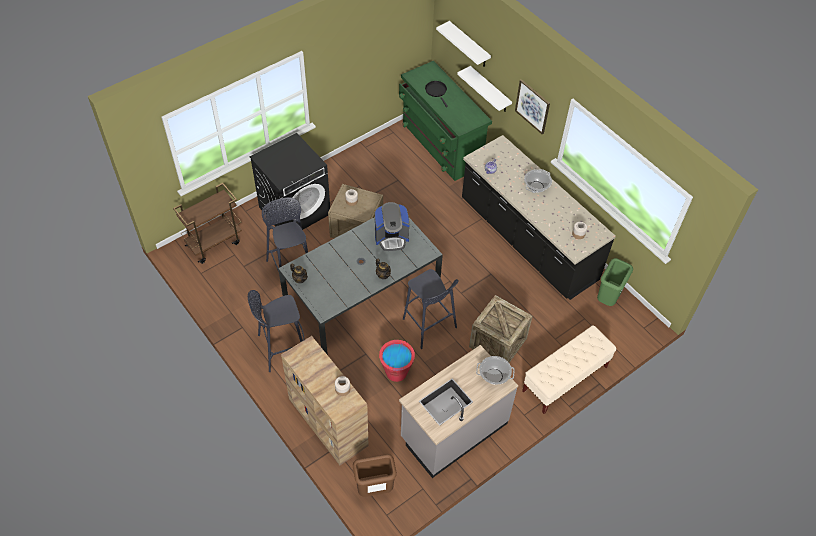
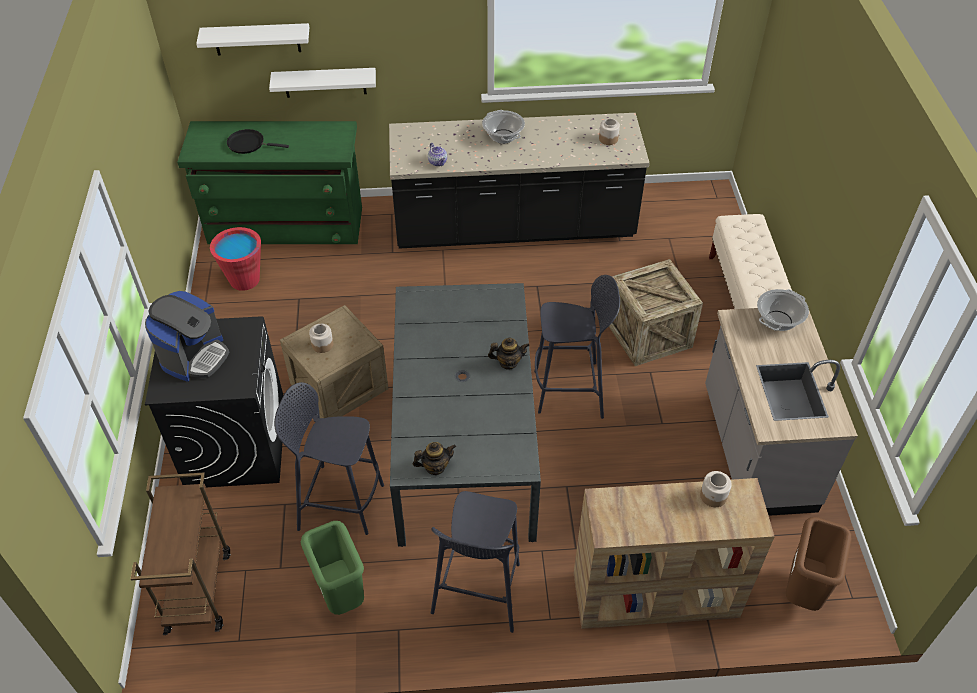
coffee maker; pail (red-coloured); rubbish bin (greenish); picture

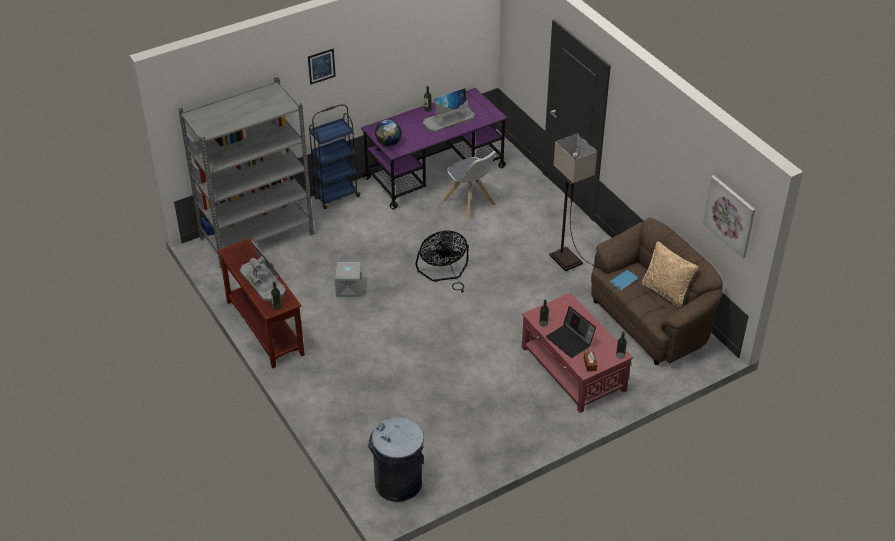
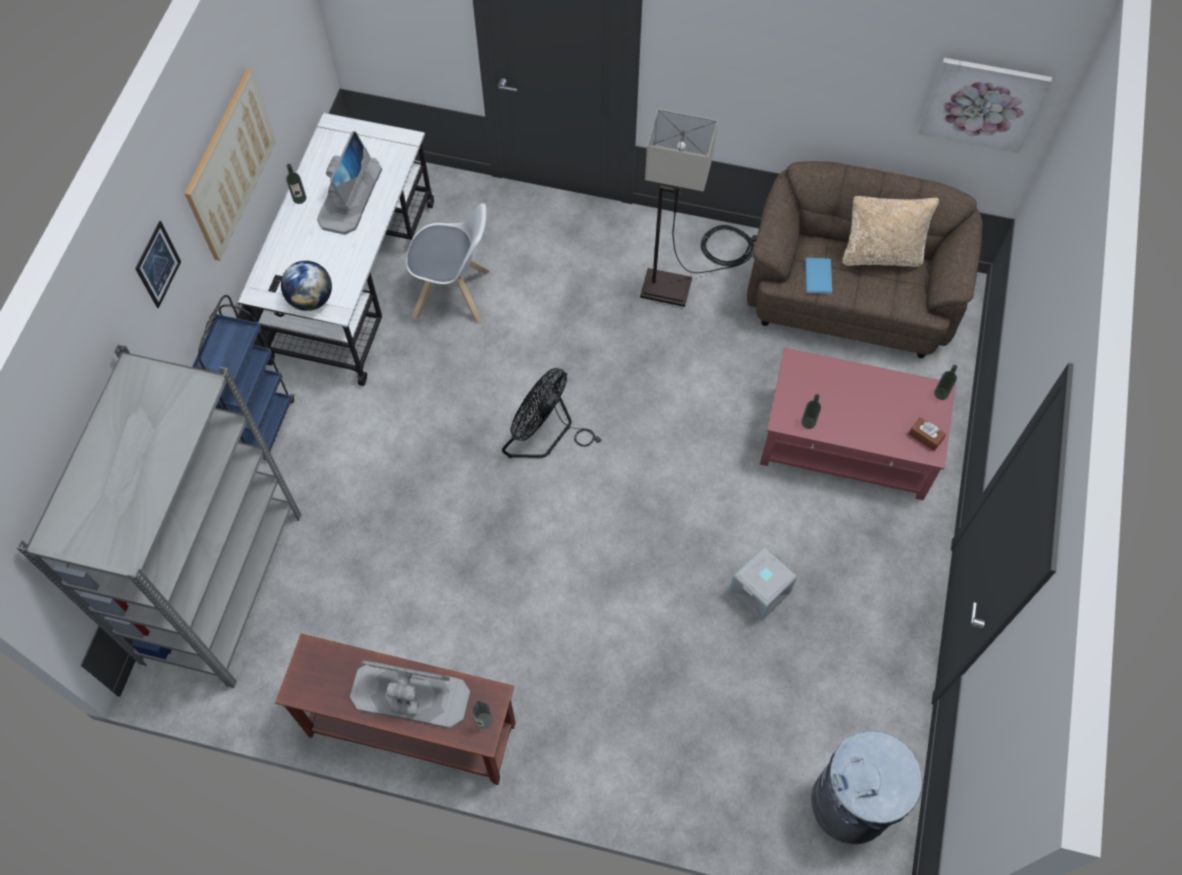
picture (no. 2 from left); desk unit (white); storage box (greyish); portable computer

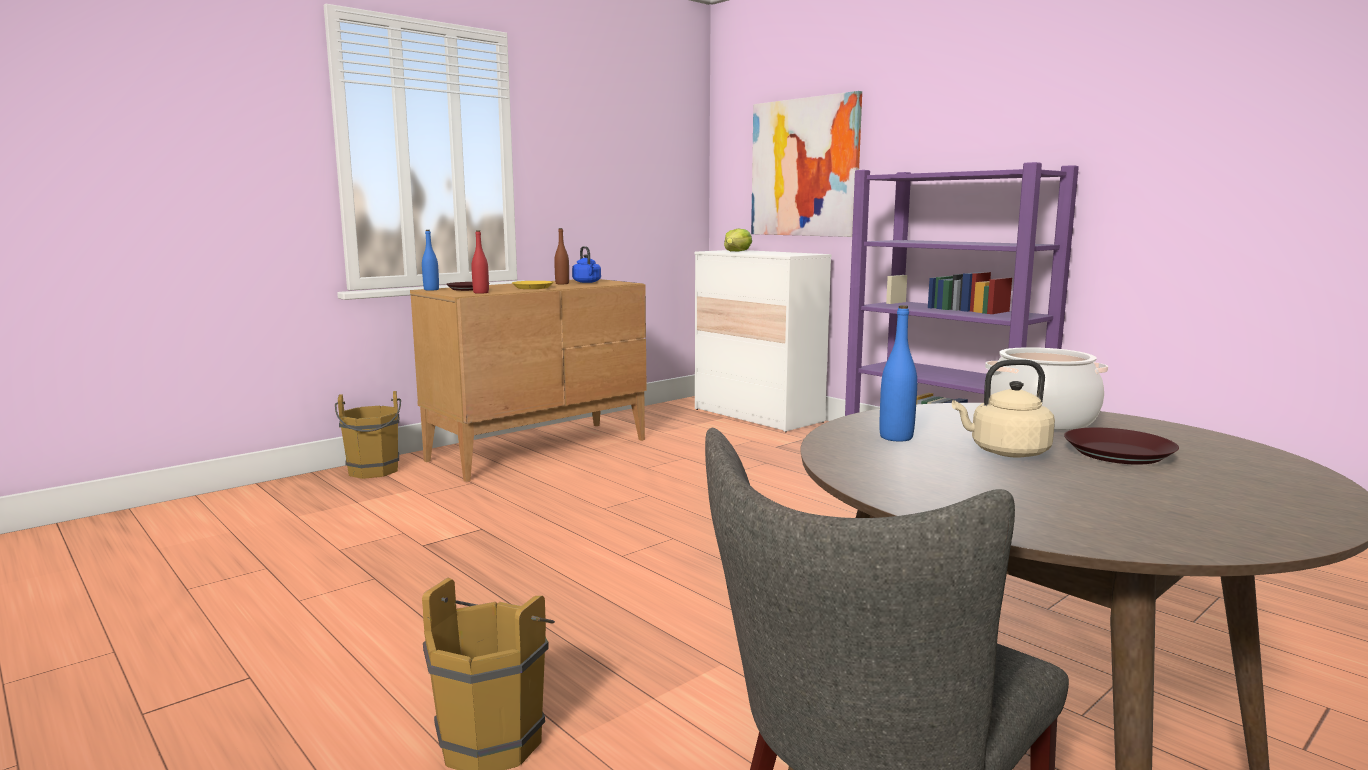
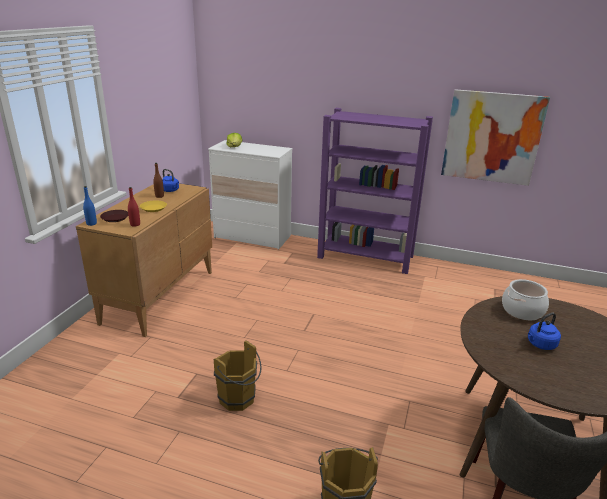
pail (brown) (no. 1 from left); picture; water kettle (blue) (no. 2 from left); bottle (blue) (no. 2 from left in the first image); dinner plate (brown) (no. 2 from left in the first image)

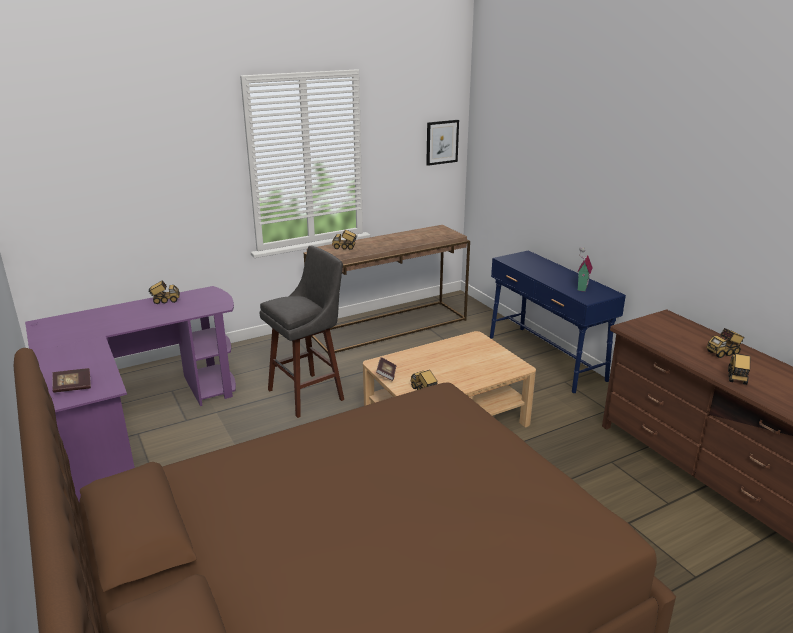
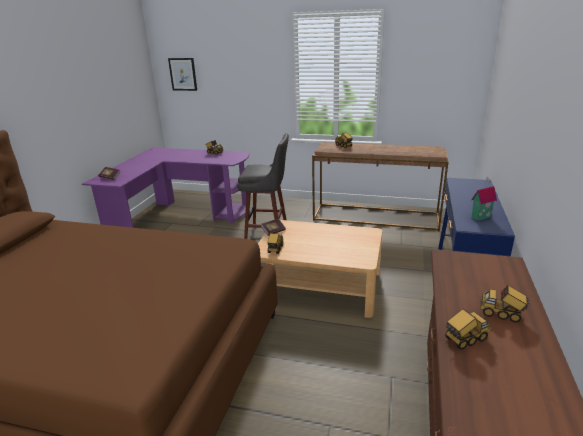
picture

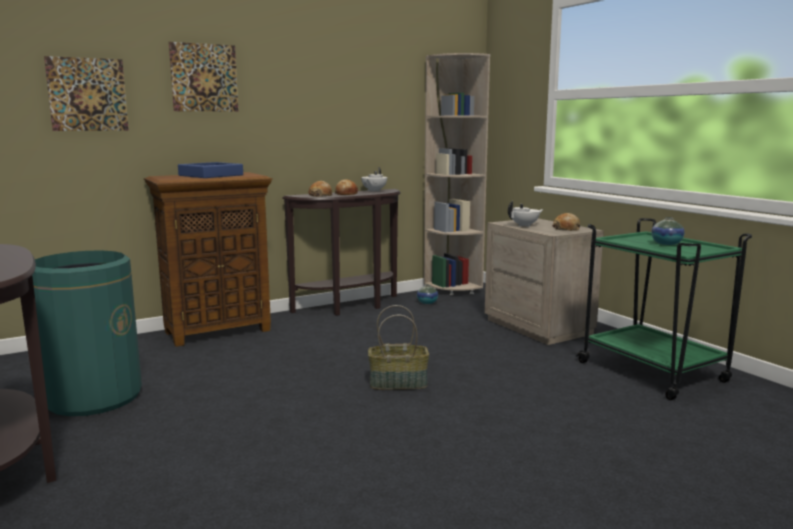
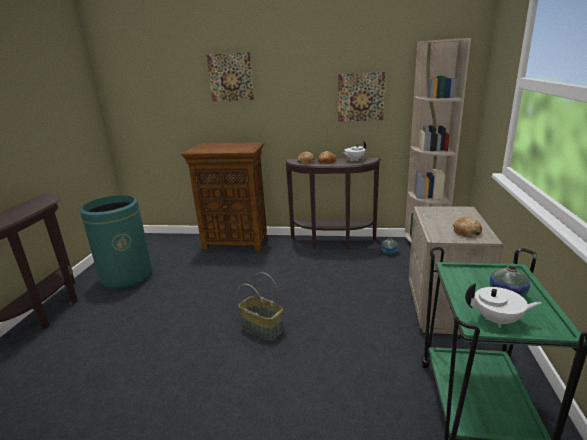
picture (no. 2 from left); tea pot (white) (no. 2 from left); tray (blue)

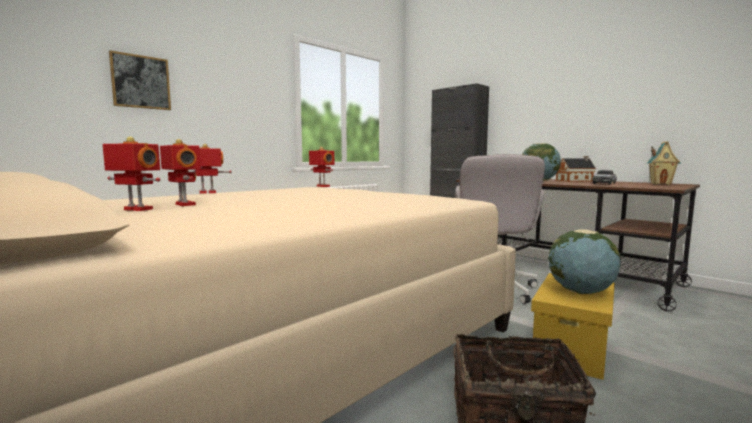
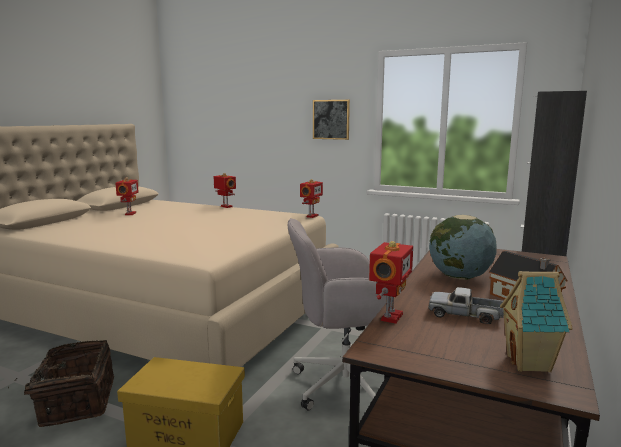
picture; toy robot (no. 4 from left); world globe (no. 2 from left in the first image)

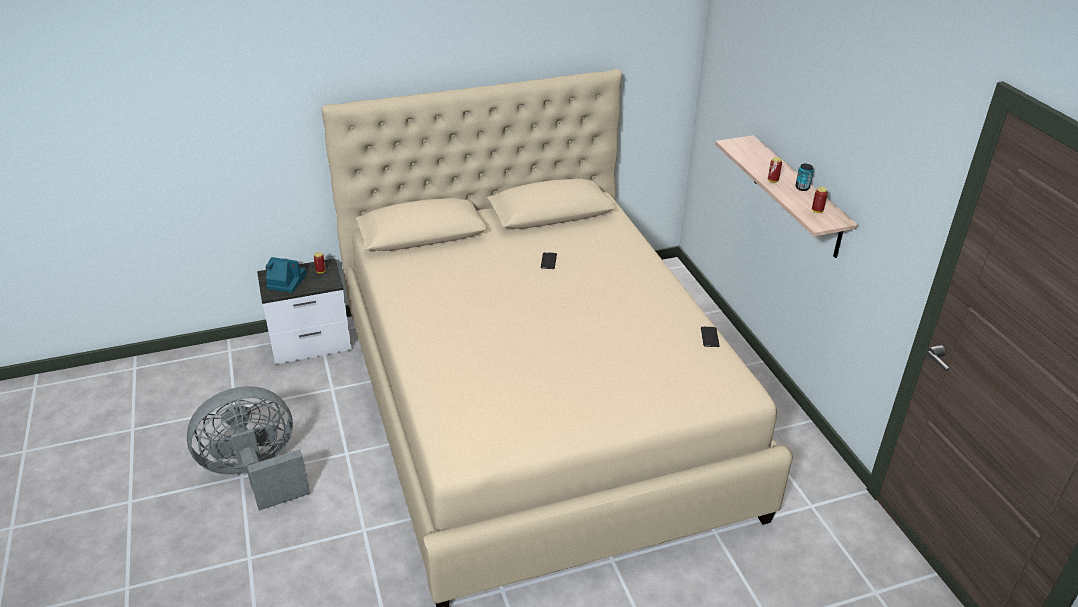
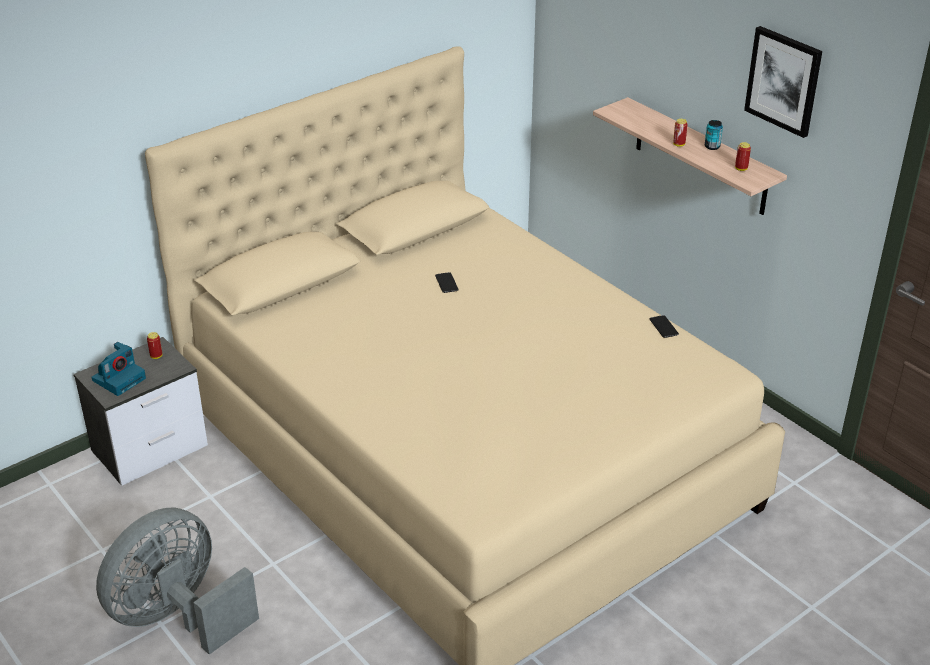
still camera; picture

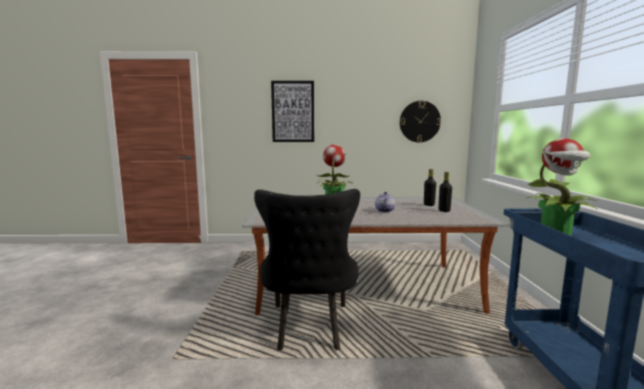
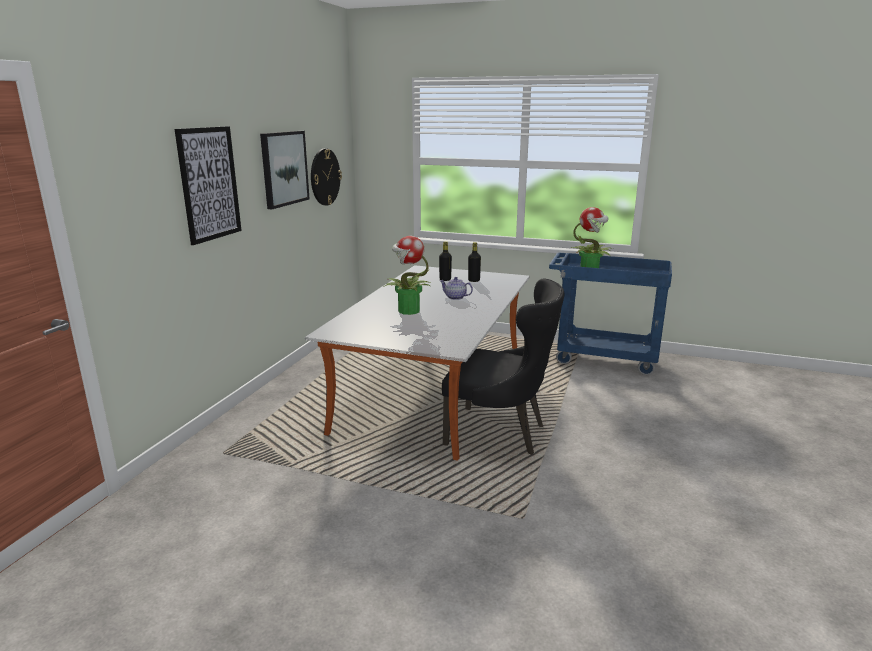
picture (no. 2 from left)

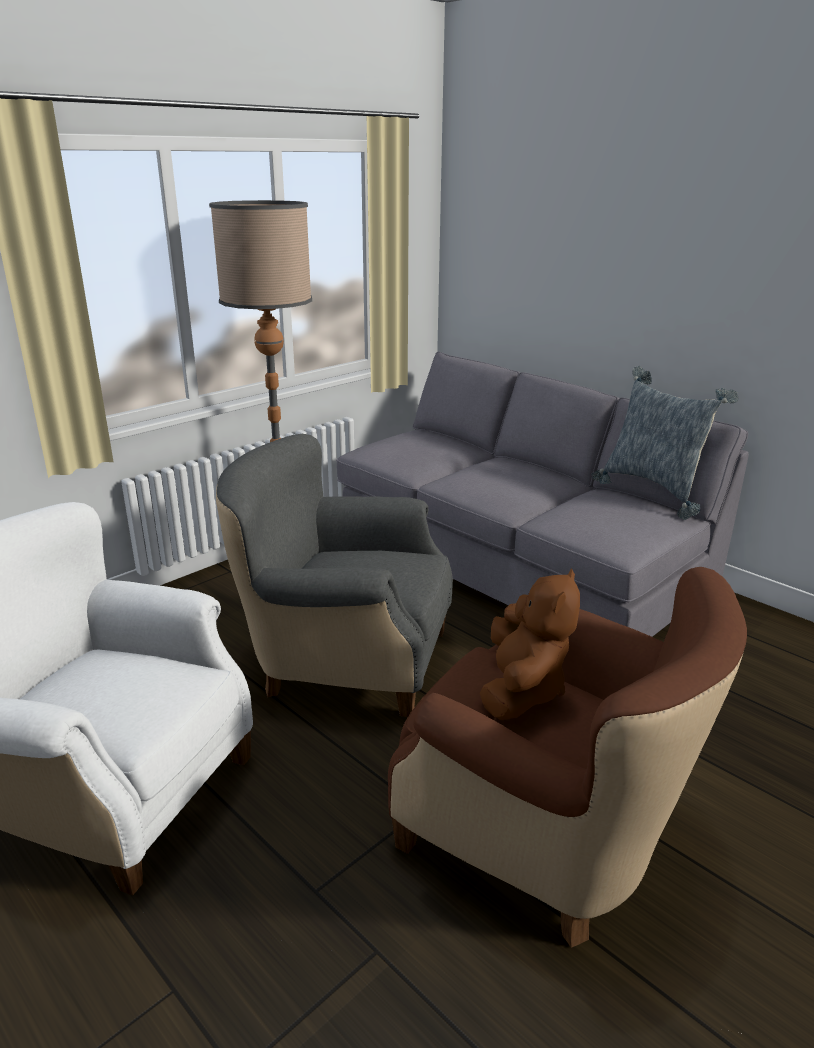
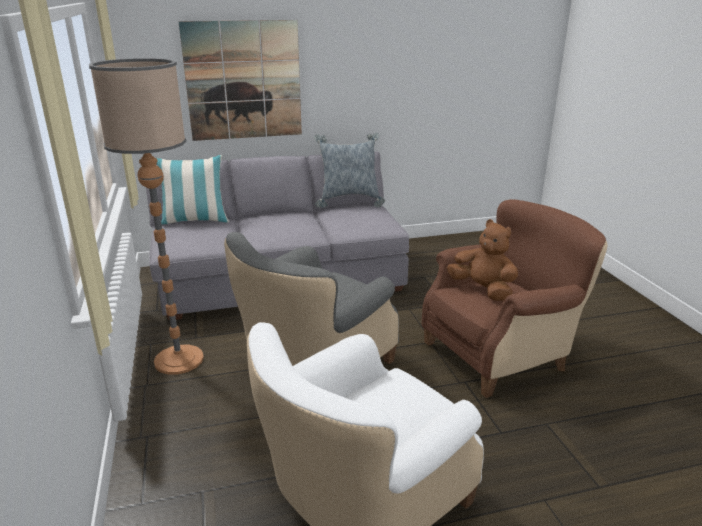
throw pillow (no. 1 from left); picture

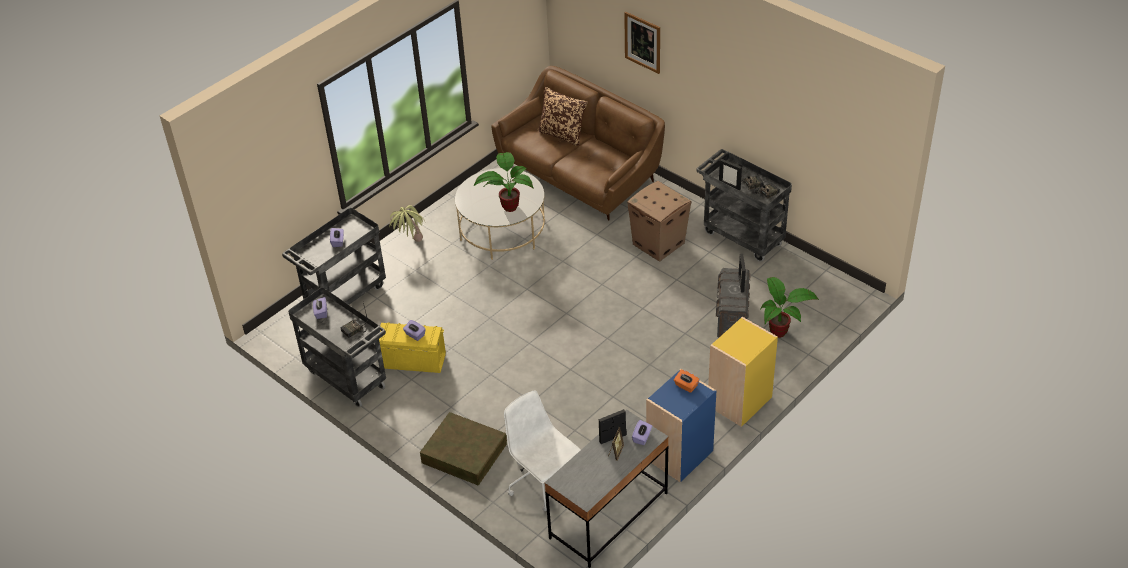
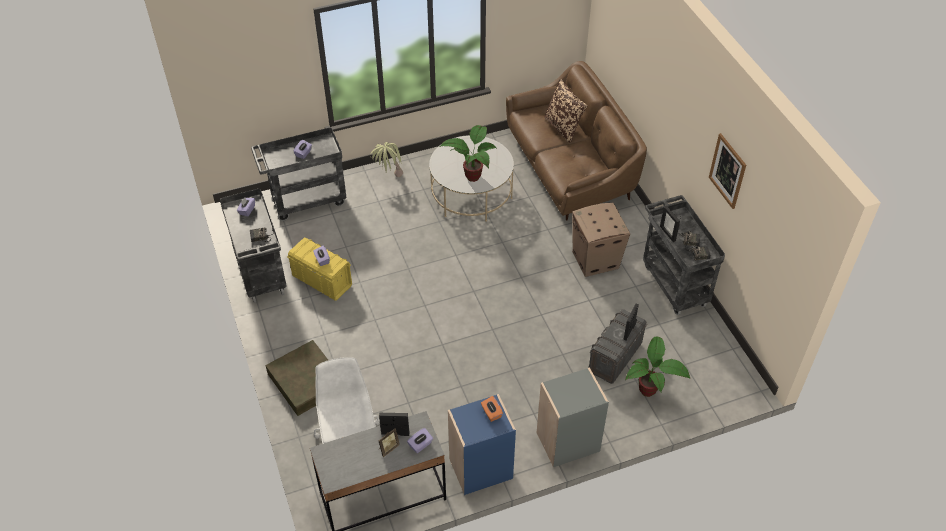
bookshelf (greyish); picture

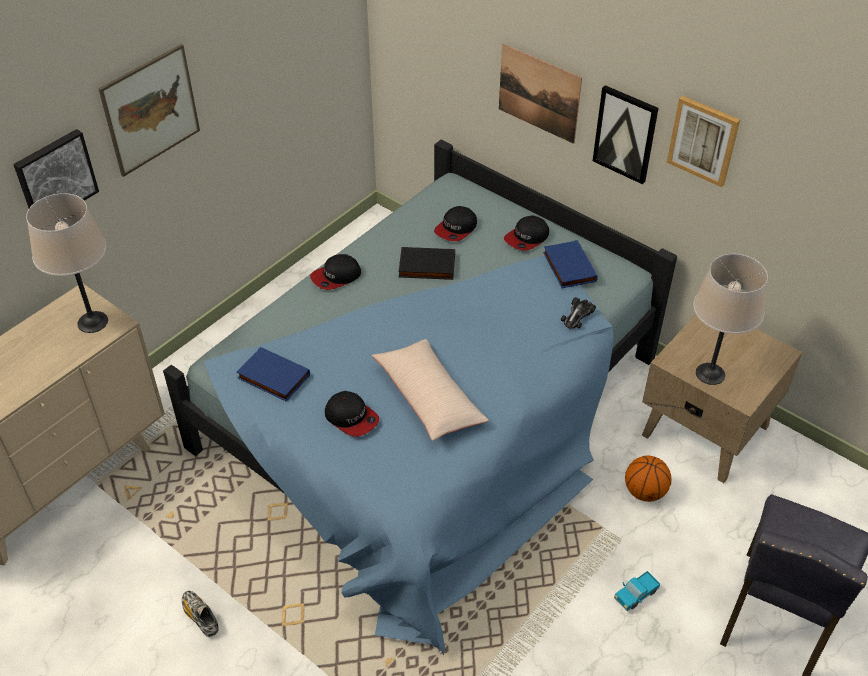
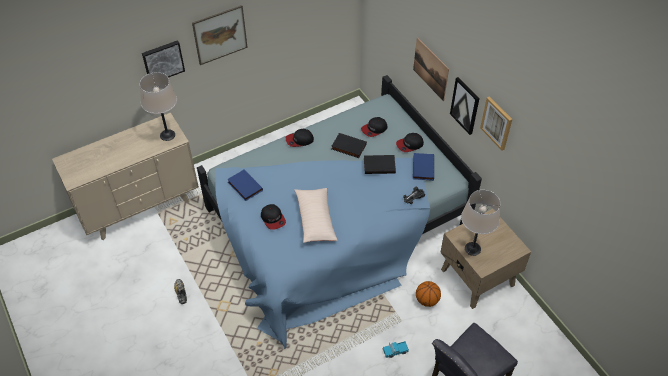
bound book (black) (no. 2 from left)

